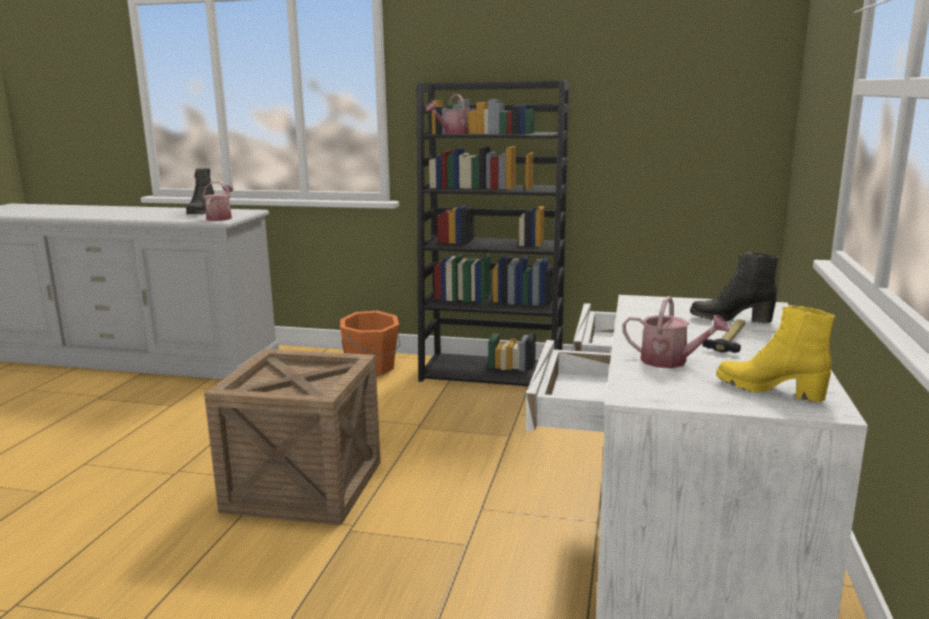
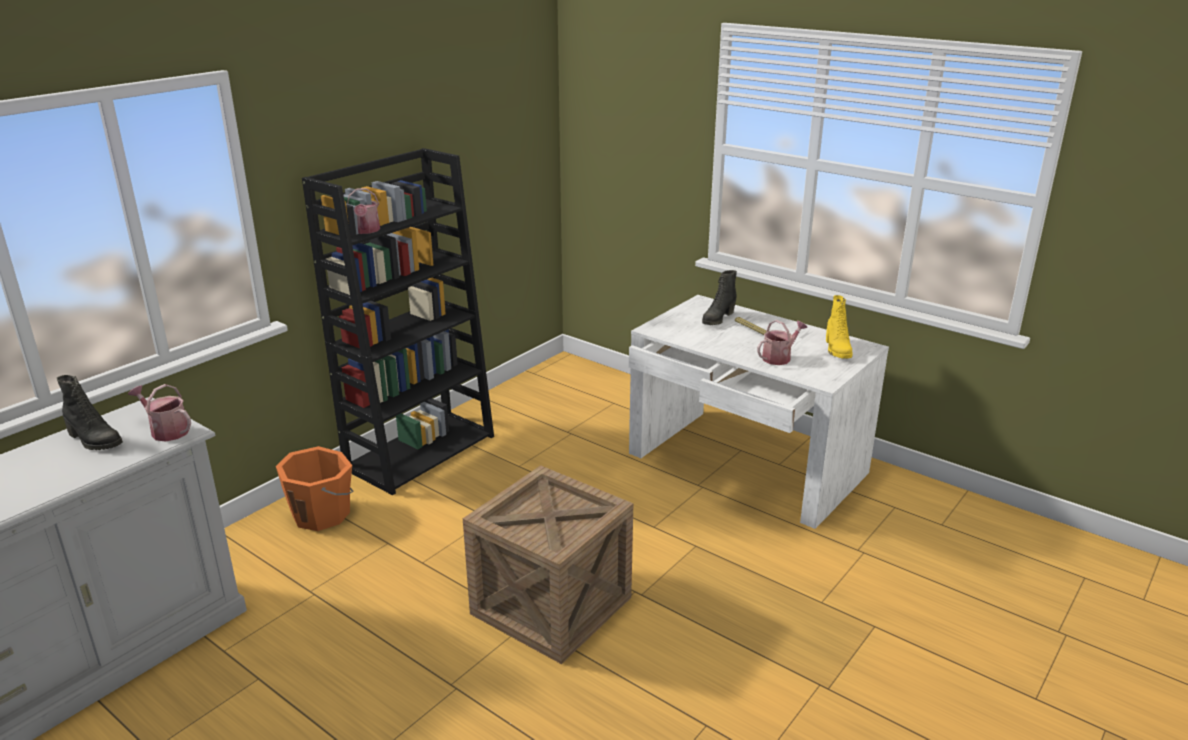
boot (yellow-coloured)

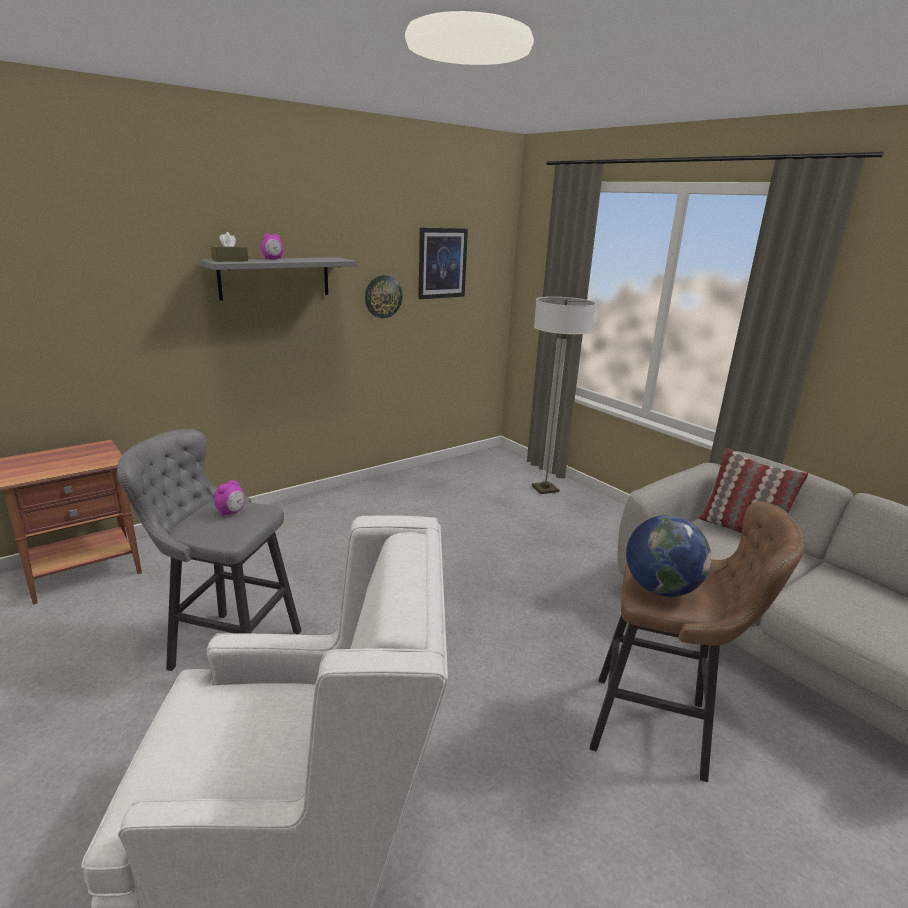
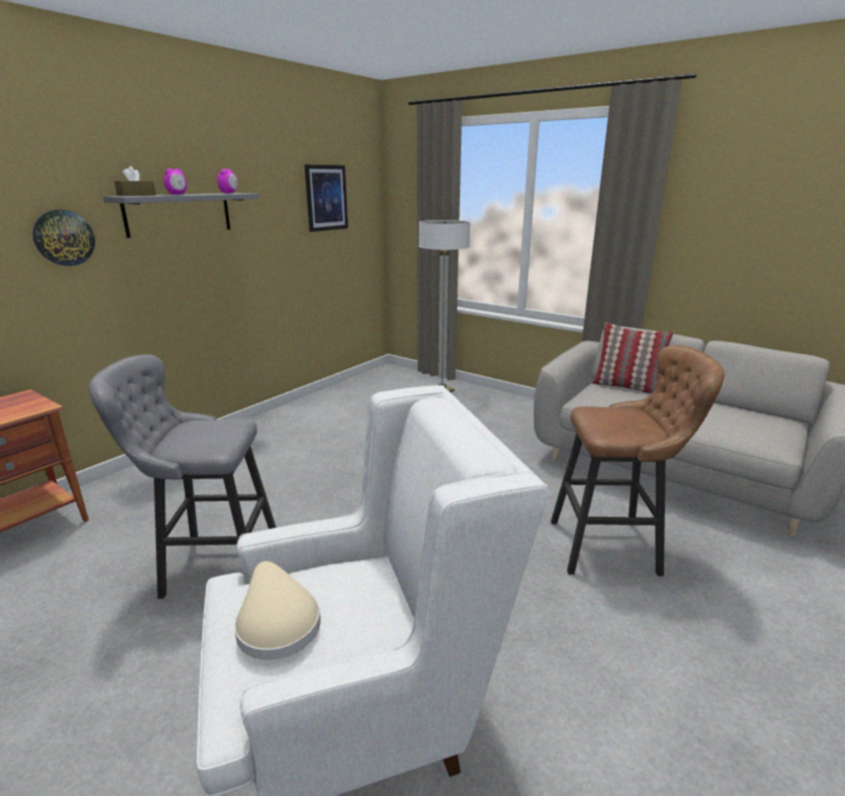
wall clock; bedside clock (no. 2 from left); wearable hat (beige); world globe

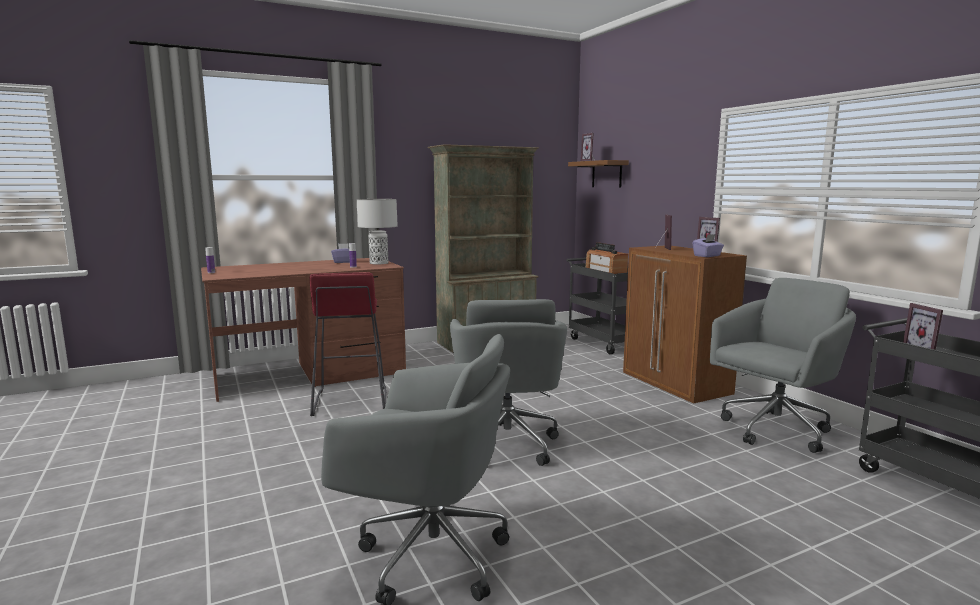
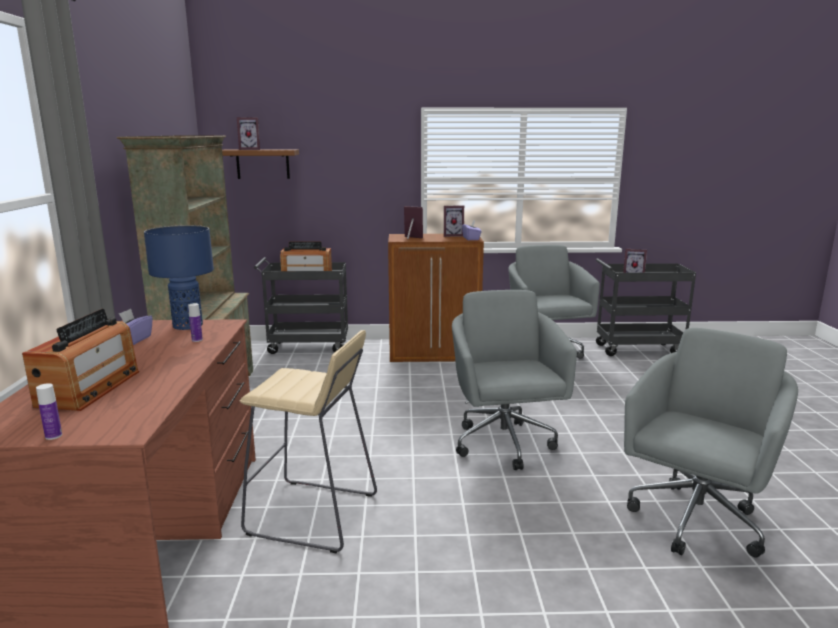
radio set (no. 1 from left); lamp for a table (blue); stool (beige); computer chair (greyish) (no. 1 from left)

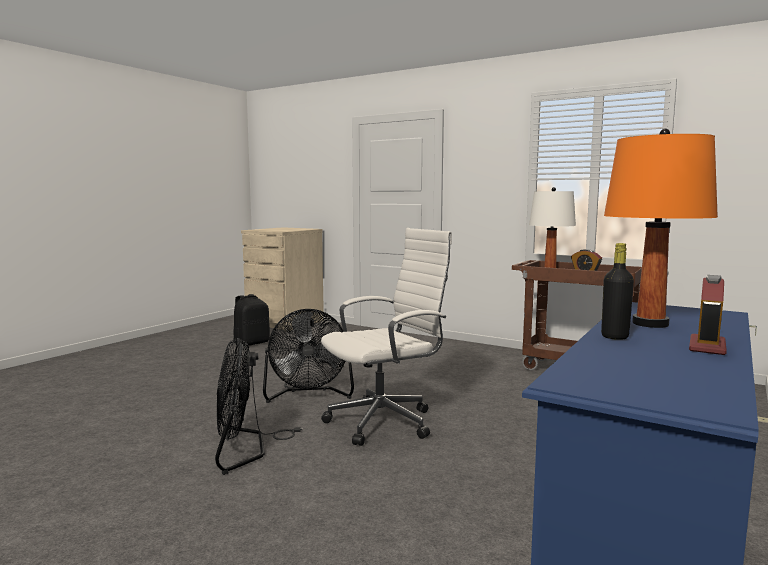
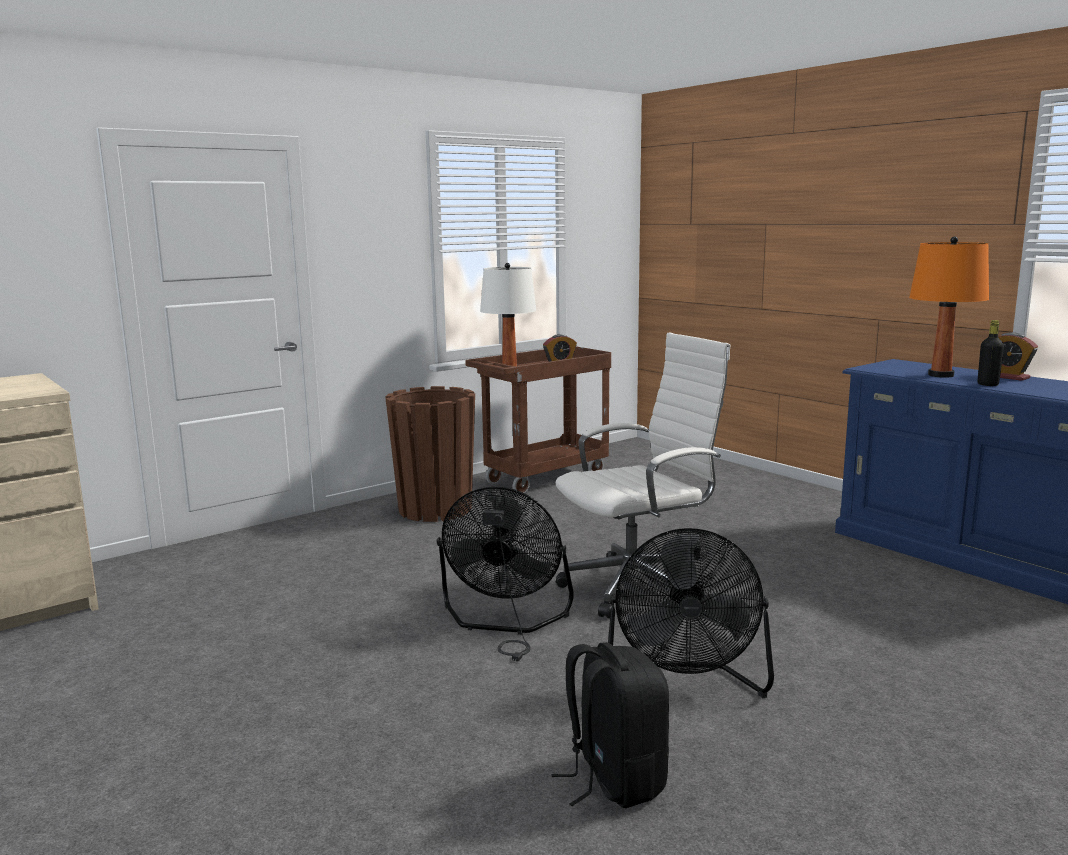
plant pot (brown); fan (black) (no. 1 from left); knapsack (black); computer chair (white)

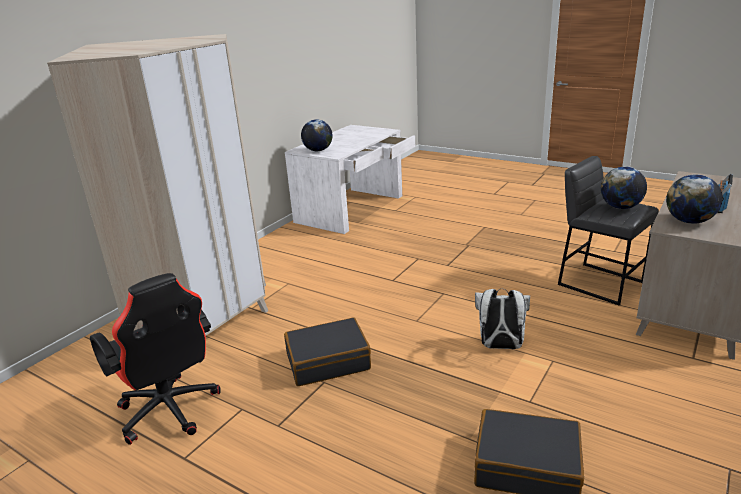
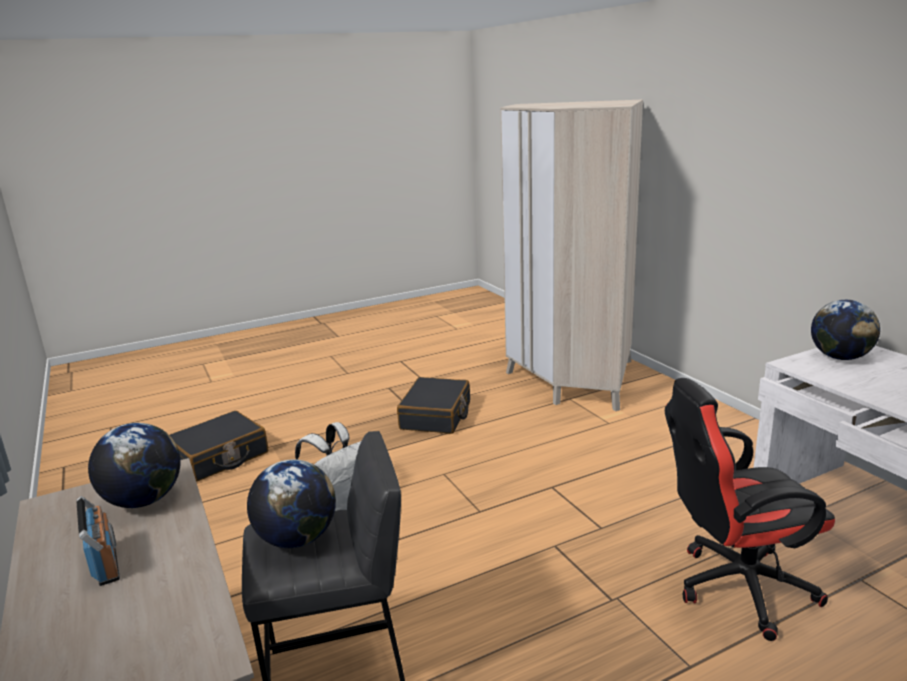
computer chair (black)

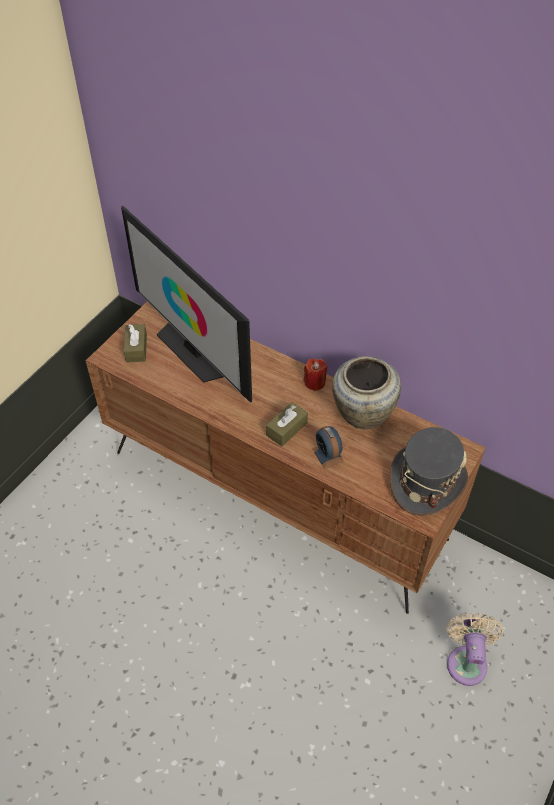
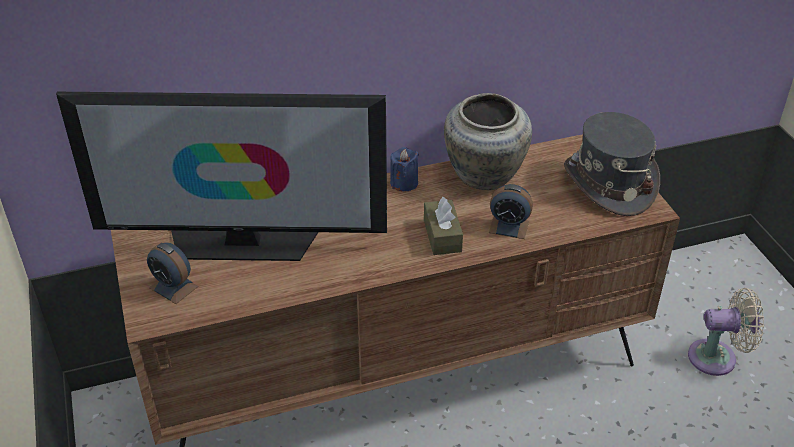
bedside clock (no. 1 from left); wax candle (blue); fan (beige)

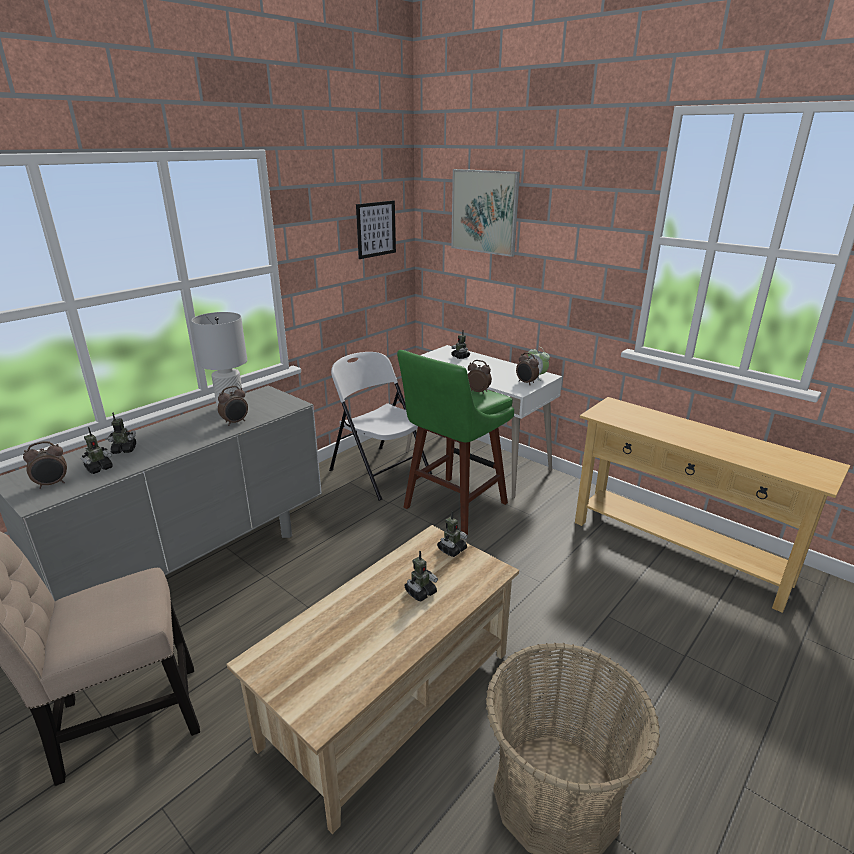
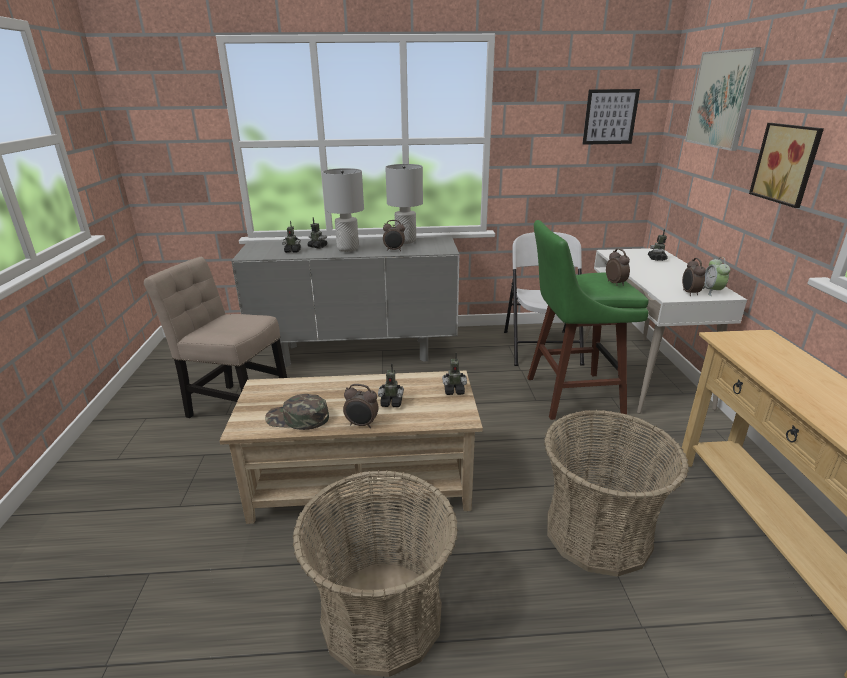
cap (greenish); lamp for a table (greyish) (no. 1 from left); bedside clock (no. 1 from left); household basket (no. 2 from left); picture (no. 3 from left)

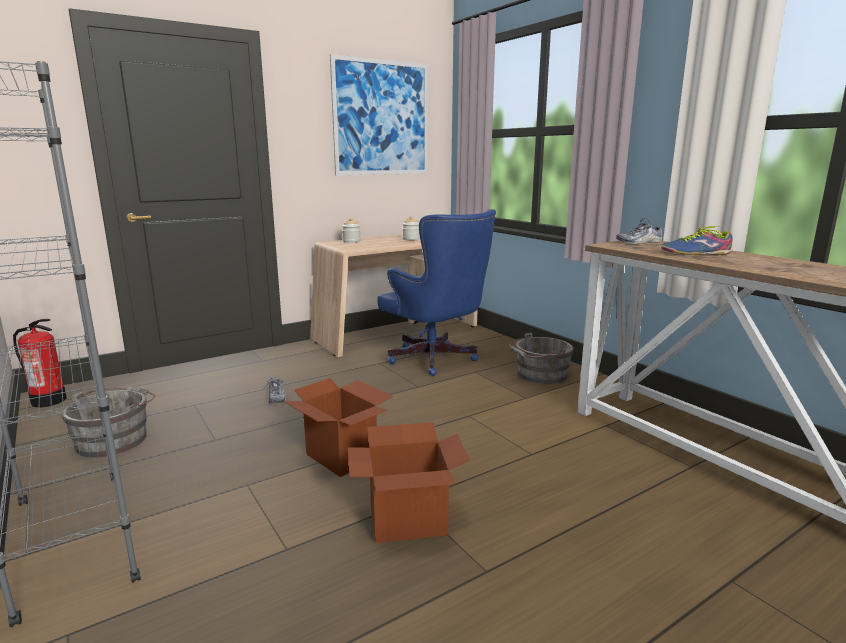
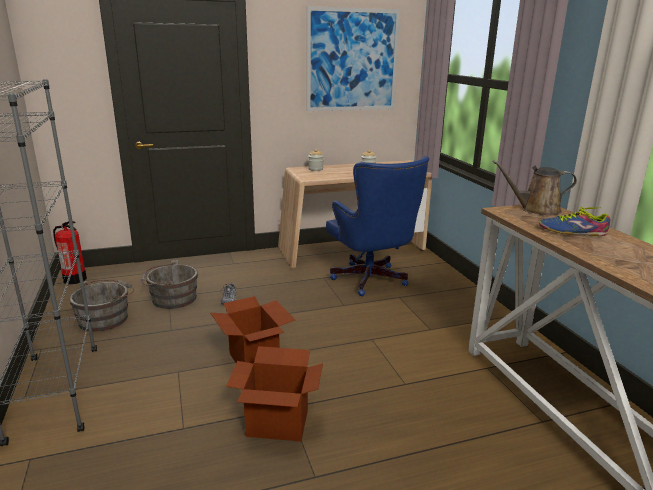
pail (greyish) (no. 2 from left); sprinkling can (brown)

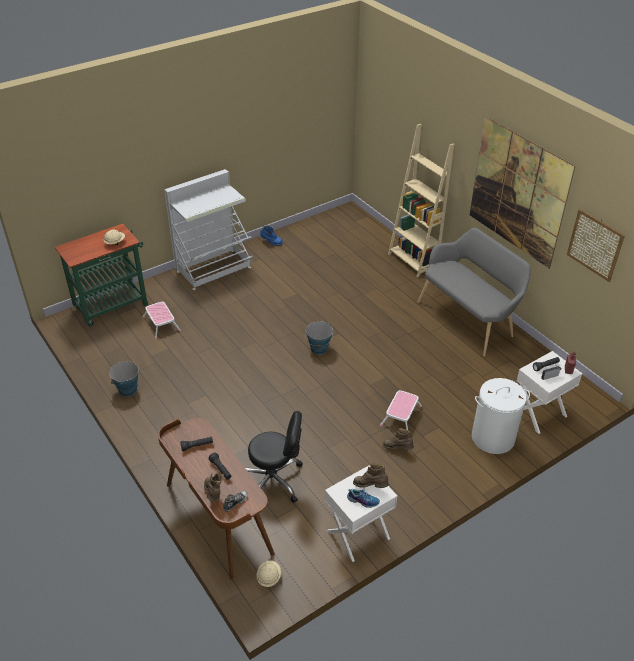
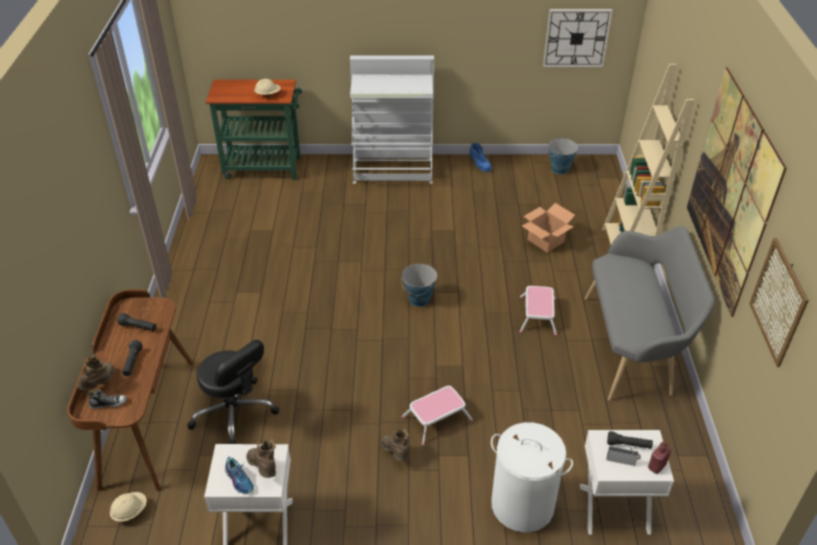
step stool (pinkish) (no. 2 from left); cardboard box; wall clock; pail (no. 2 from left)

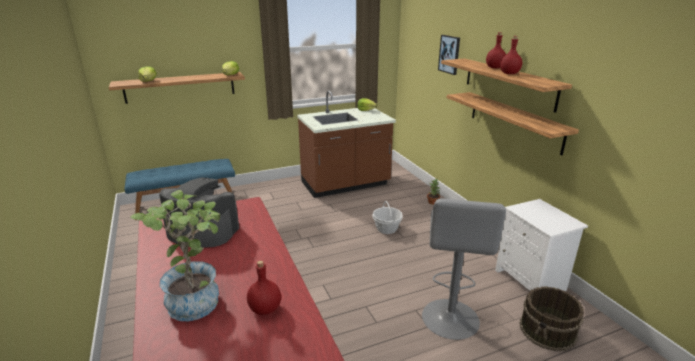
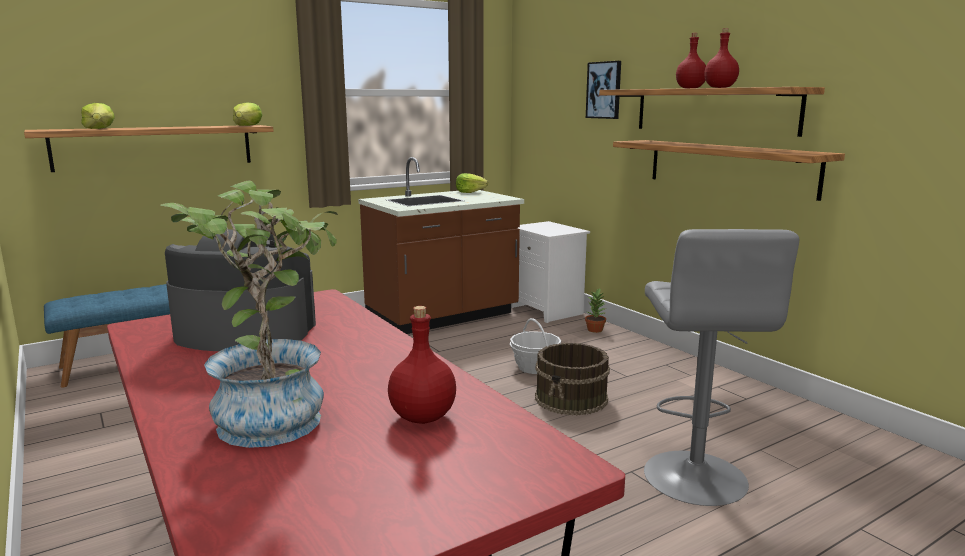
bedside table (white); pail (brown)

